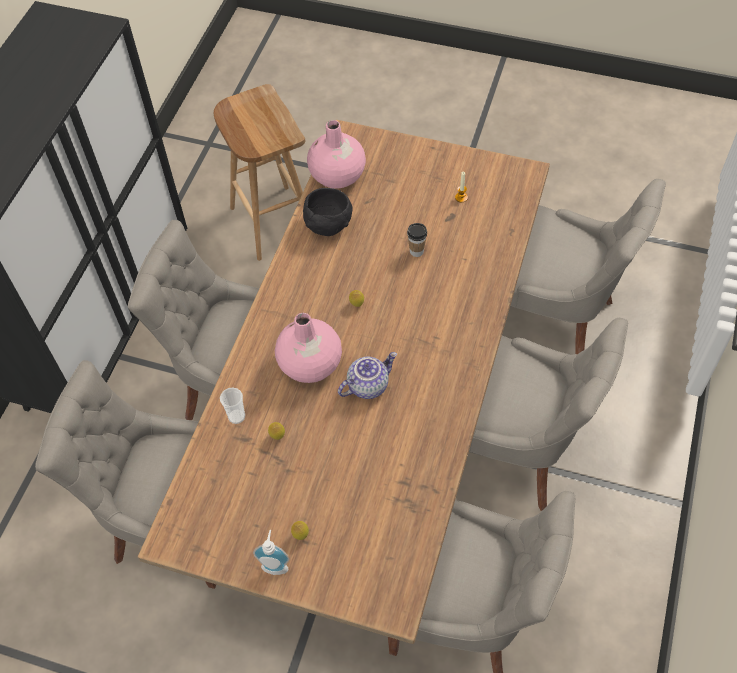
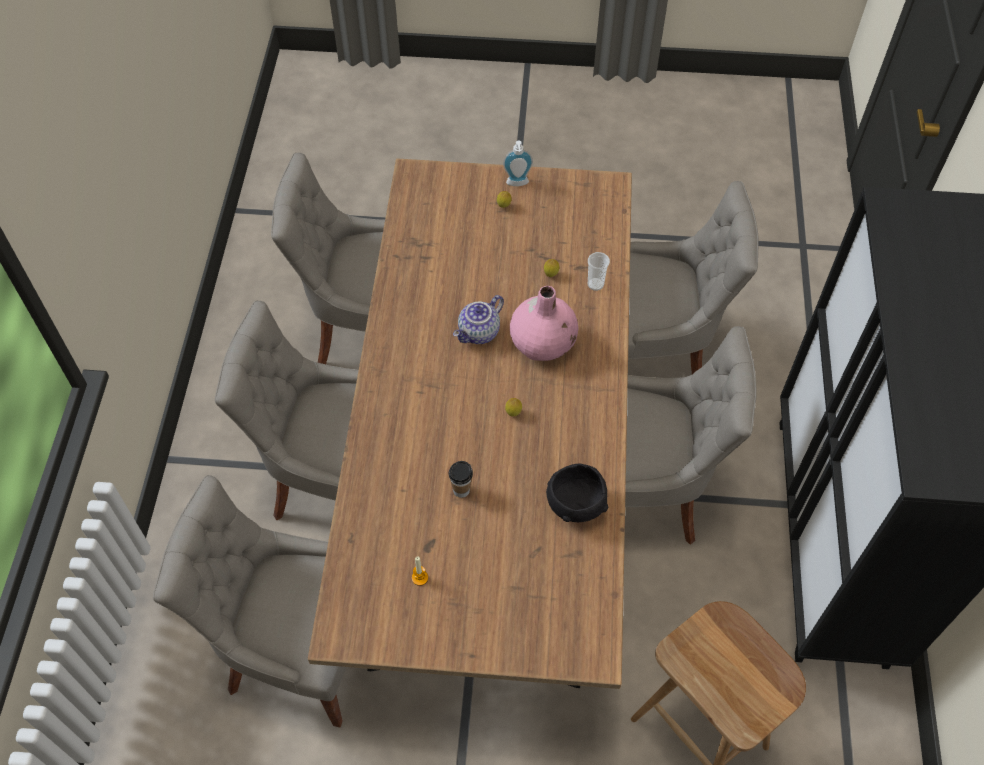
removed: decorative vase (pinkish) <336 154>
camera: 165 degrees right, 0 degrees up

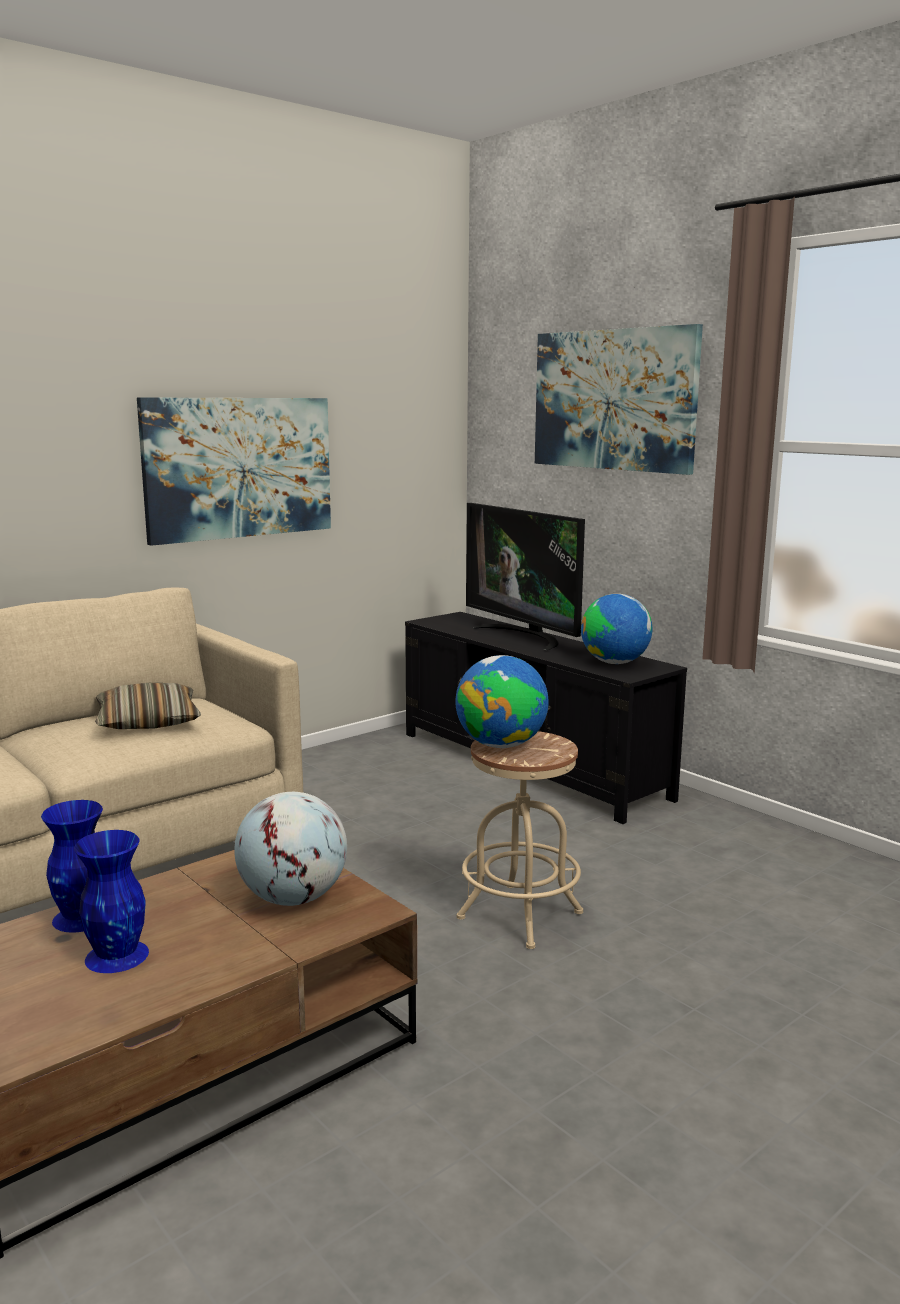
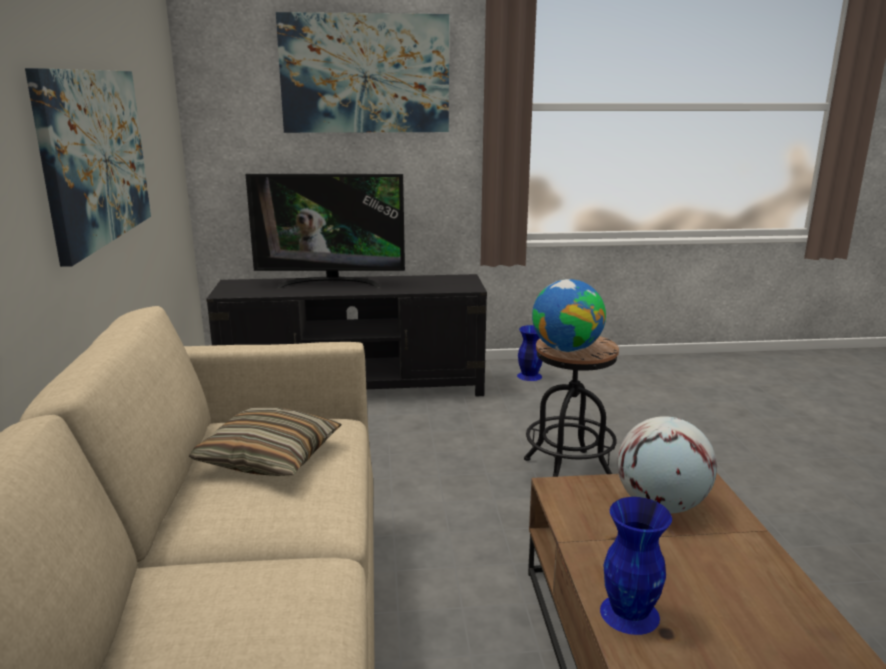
removed: globe <617 629>
moved: decorative vase (bluish) <111 901> to <529 353>
recoloured: stool (beige-coloured) <519 840> to stool (black-coloured) <571 406>
camera: 55 degrees left, 5 degrees up

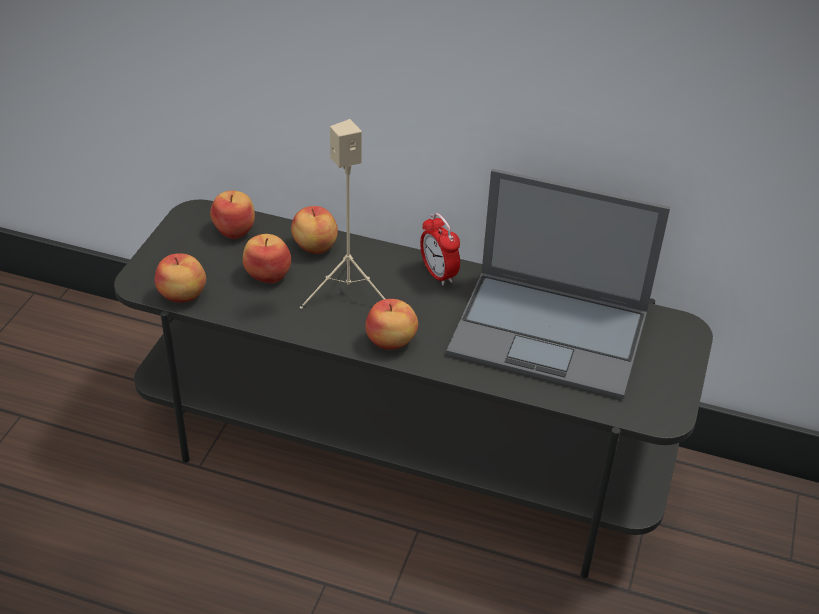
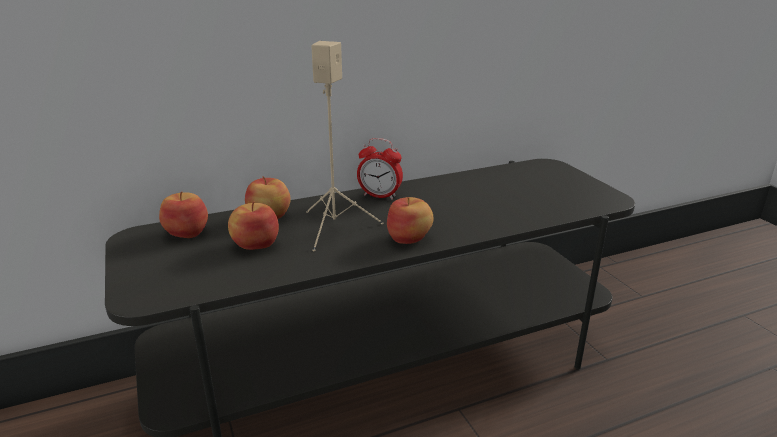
removed: portable computer <558 284>; whole apple <180 277>
camera: 40 degrees left, 15 degrees down

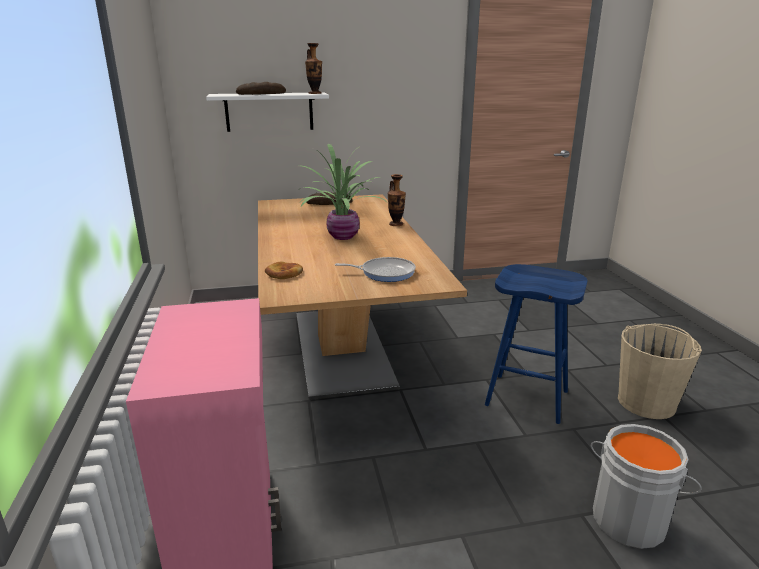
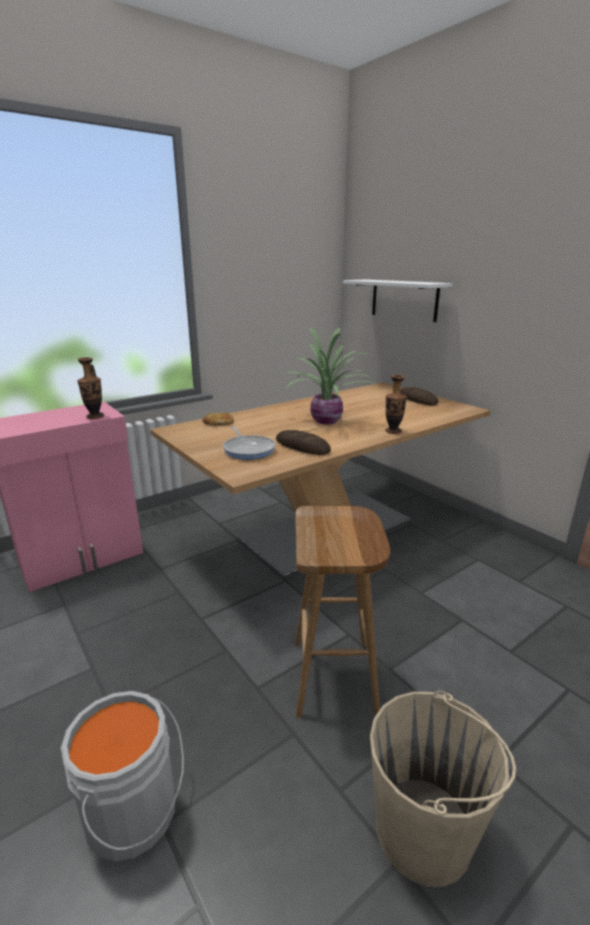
moved: decorative vase <313 68> to <90 388>; baked bread <261 88> to <303 442>
recoloured: stool (bluish) <536 344> to stool (brown) <342 612>
camera: 65 degrees right, 0 degrees up

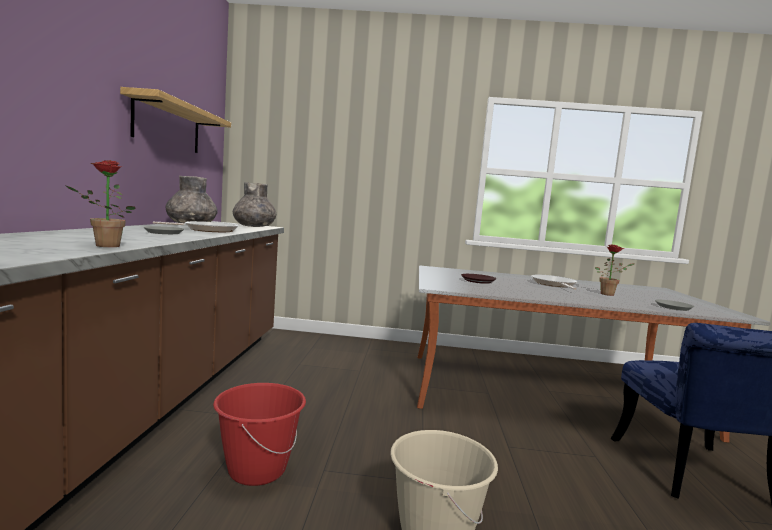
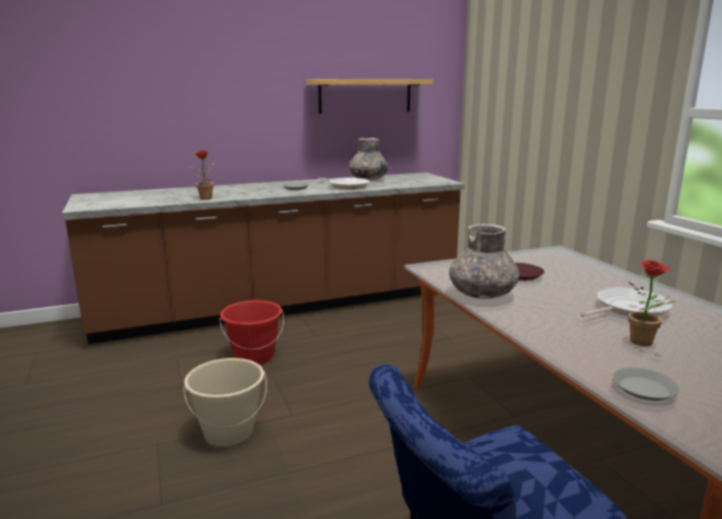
moved: decorative vase (gray) <254 204> to <484 261>
camera: 65 degrees right, 10 degrees up

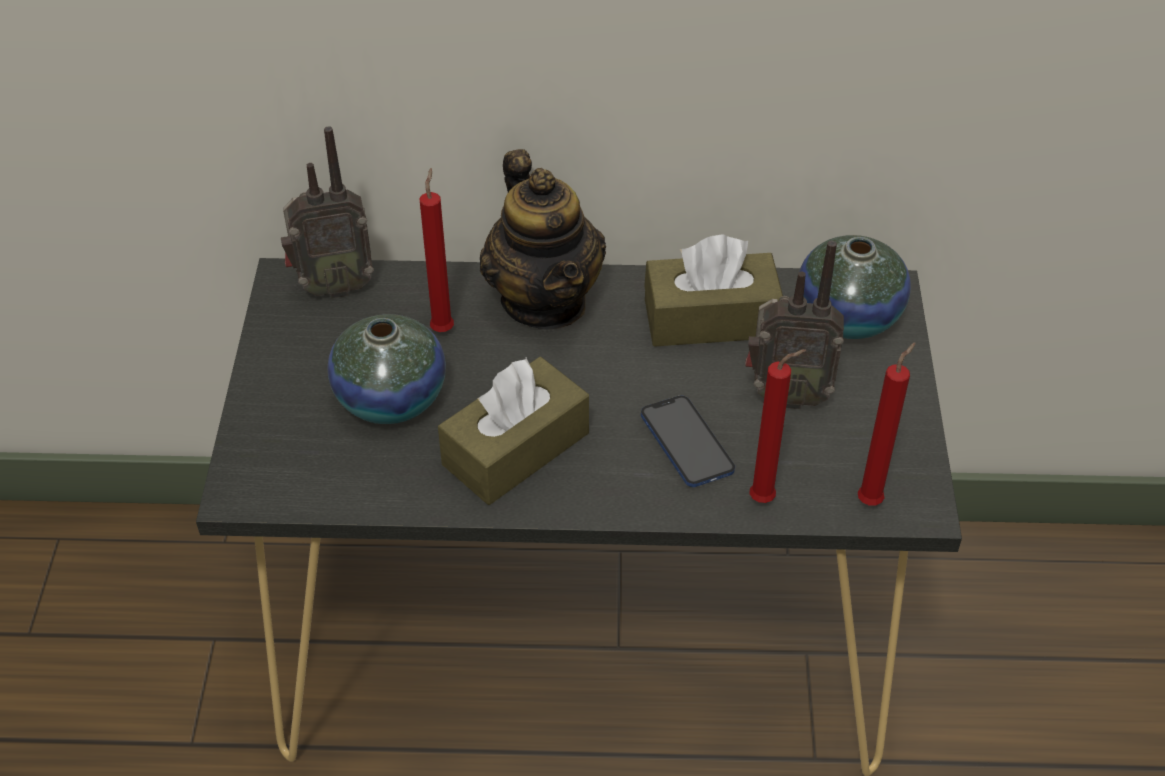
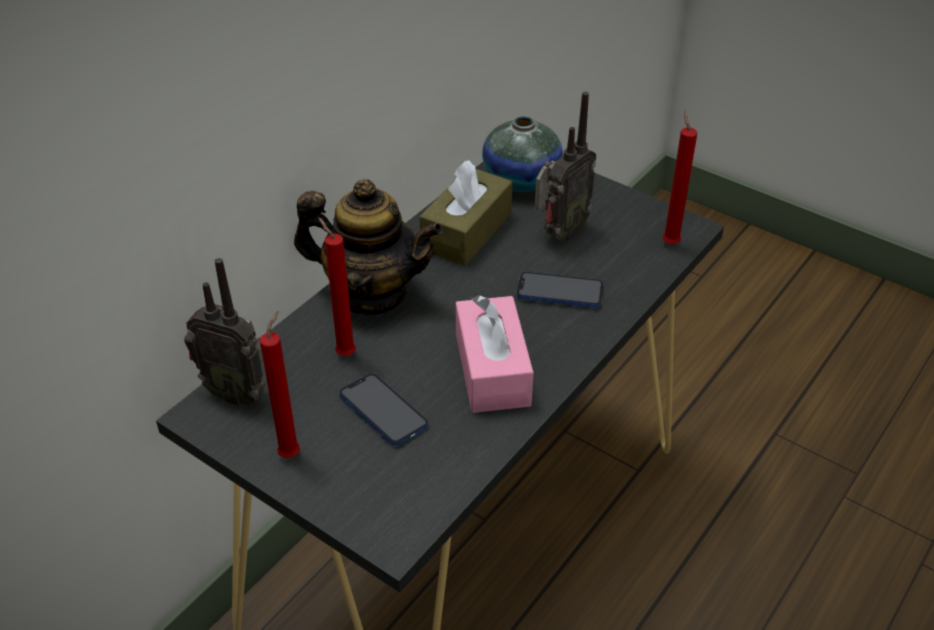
moved: candle (red-coloured) <777 426> to <280 384>
replaced: decorative vase <386 369> to telephone <384 409>
recoloured: box of tissues (brown) <513 431> to box of tissues (pinkish) <494 354>
turned: radio set <327 212> = <225 332> 90 degrees clockwise
camera: 55 degrees left, 5 degrees down

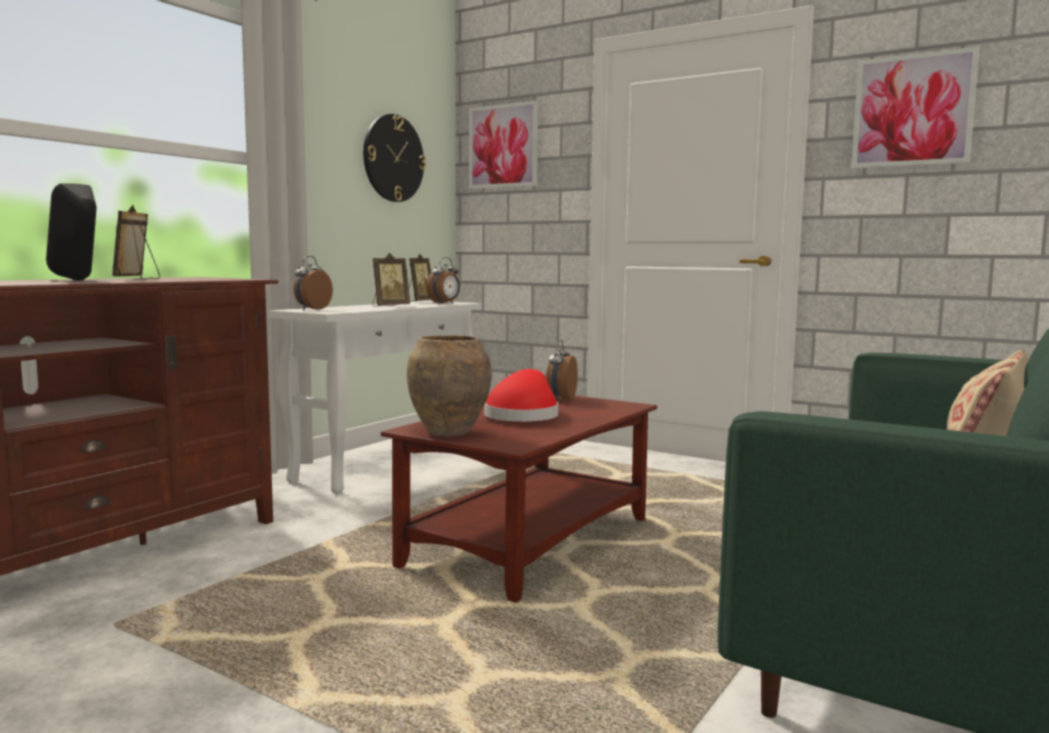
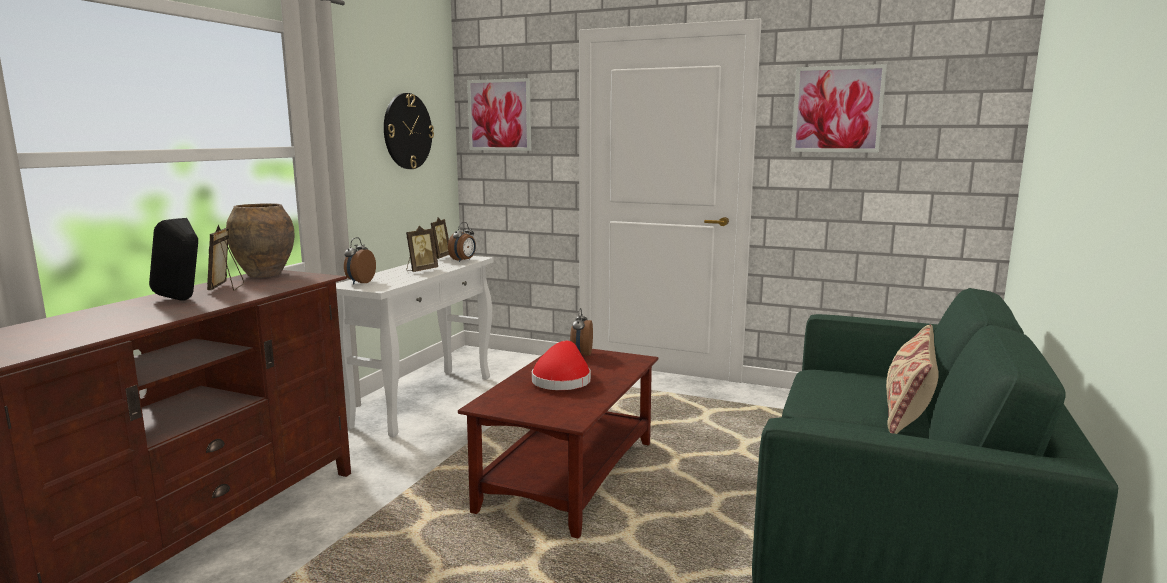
moved: decorative vase (brown) <449 385> to <260 240>
camera: 10 degrees left, 5 degrees up

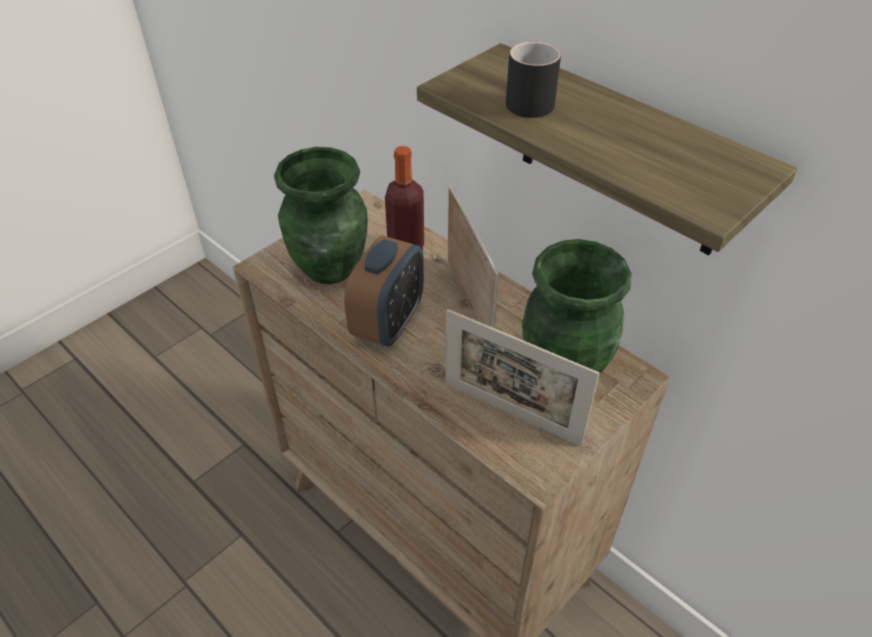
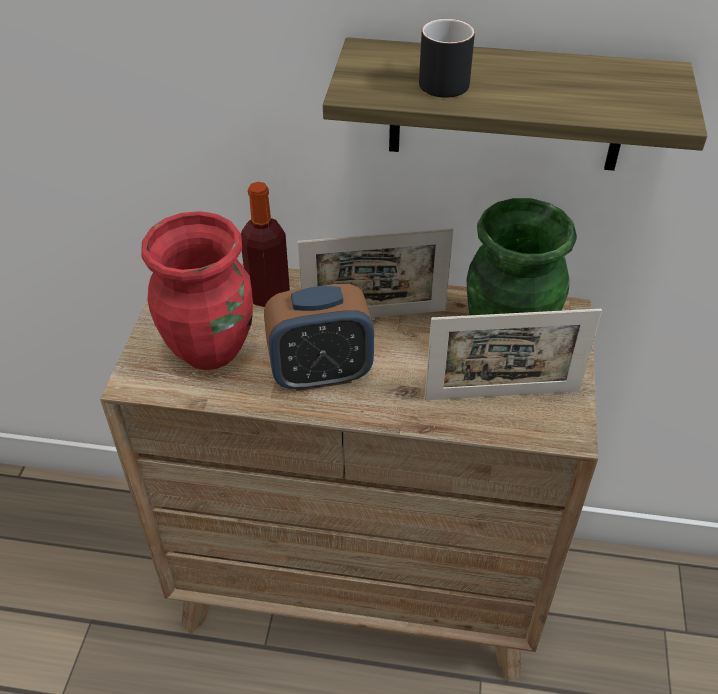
recoloured: decorative vase (green) <321 215> to decorative vase (red-coloured) <197 290>
turned: standing frame <473 257> = <375 272> 135 degrees clockwise; table clock <384 291> = <319 337> 90 degrees clockwise
camera: 35 degrees left, 0 degrees up

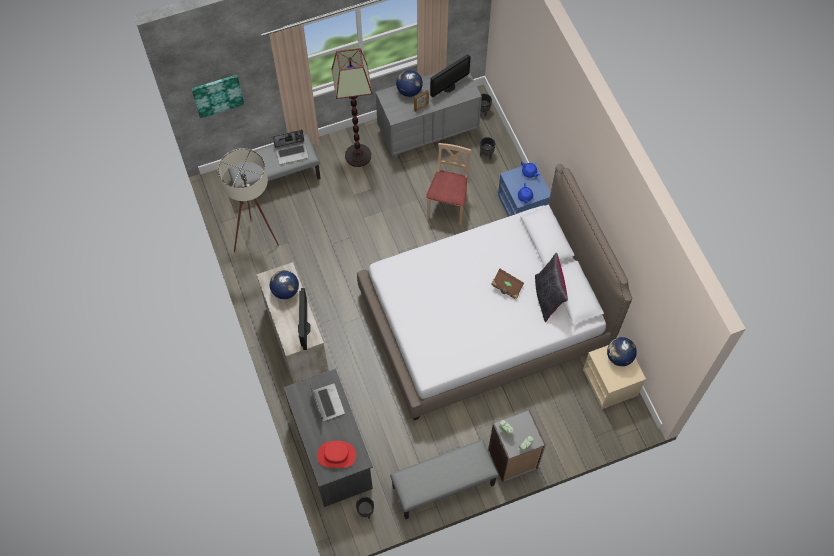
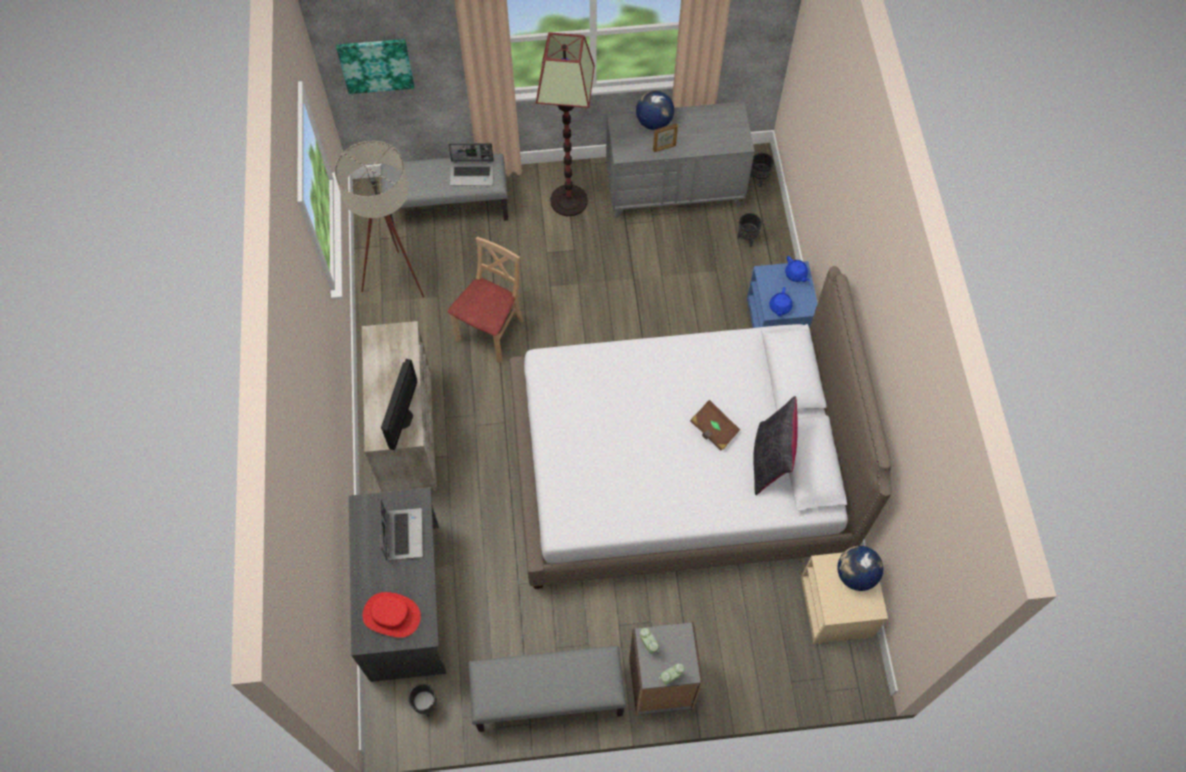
removed: computer screen <450 75>; globe <284 284>
moved: upright chair (beige-coloured) <448 184> to <486 300>
camera: 15 degrees right, 0 degrees up

